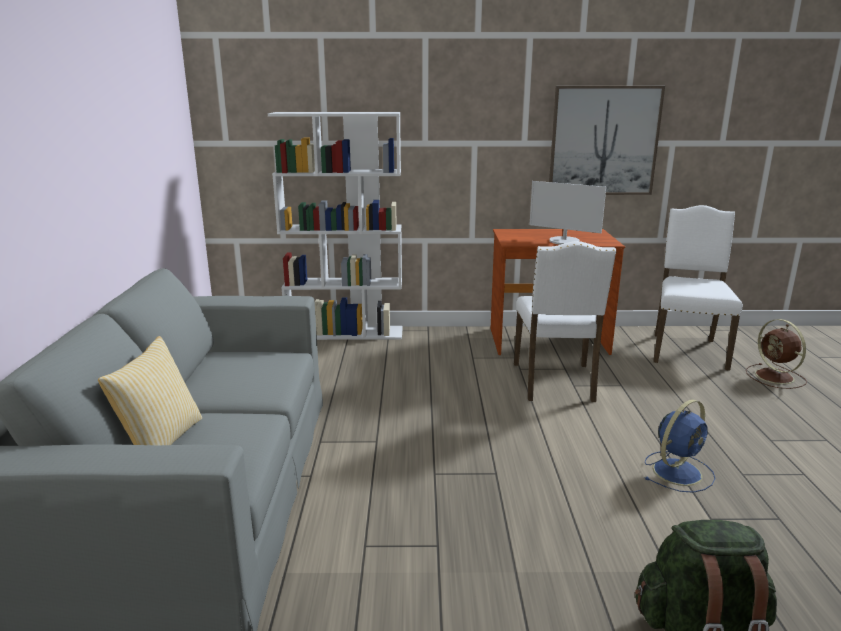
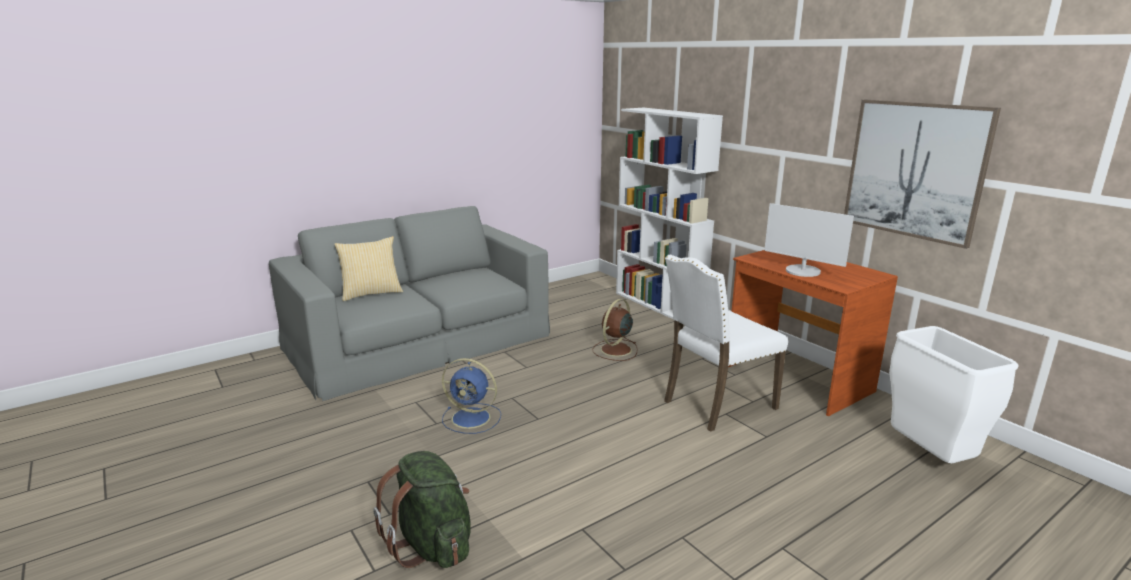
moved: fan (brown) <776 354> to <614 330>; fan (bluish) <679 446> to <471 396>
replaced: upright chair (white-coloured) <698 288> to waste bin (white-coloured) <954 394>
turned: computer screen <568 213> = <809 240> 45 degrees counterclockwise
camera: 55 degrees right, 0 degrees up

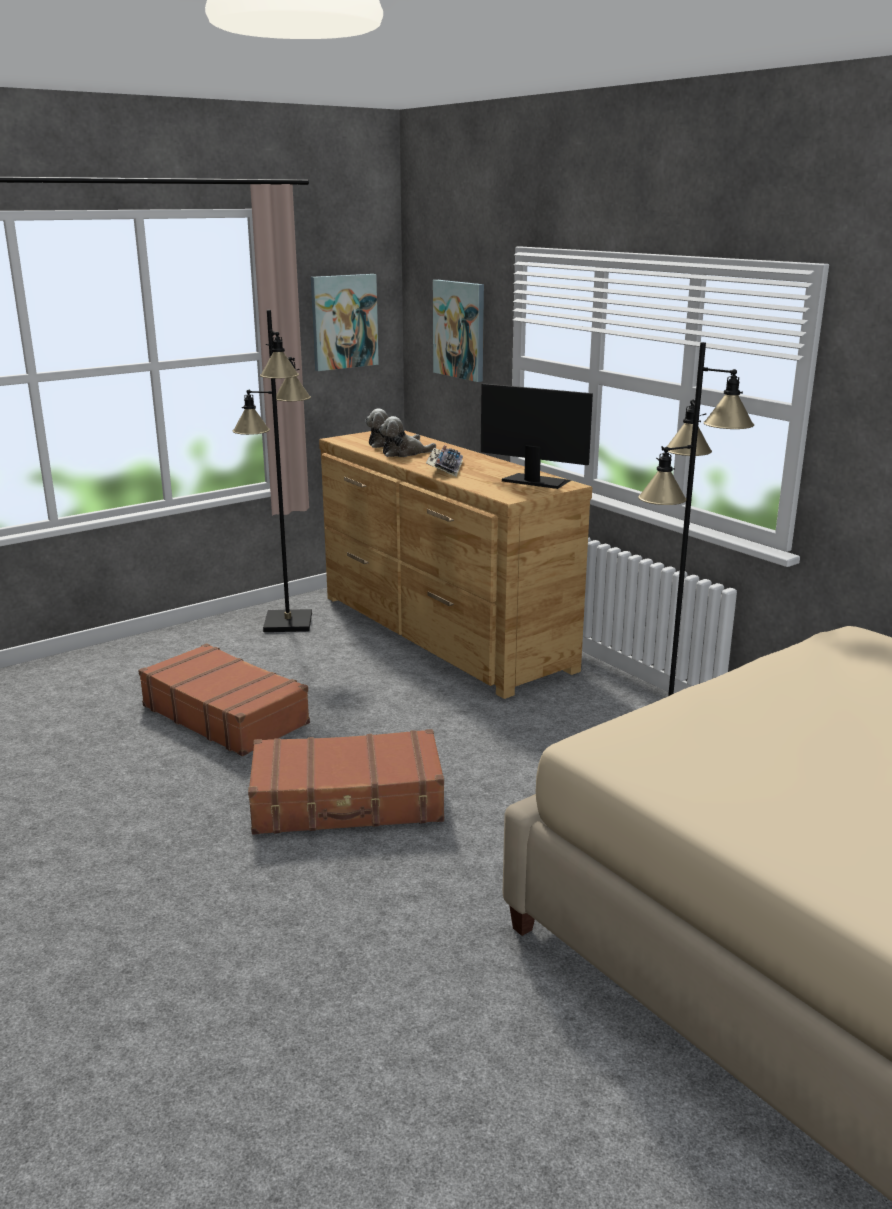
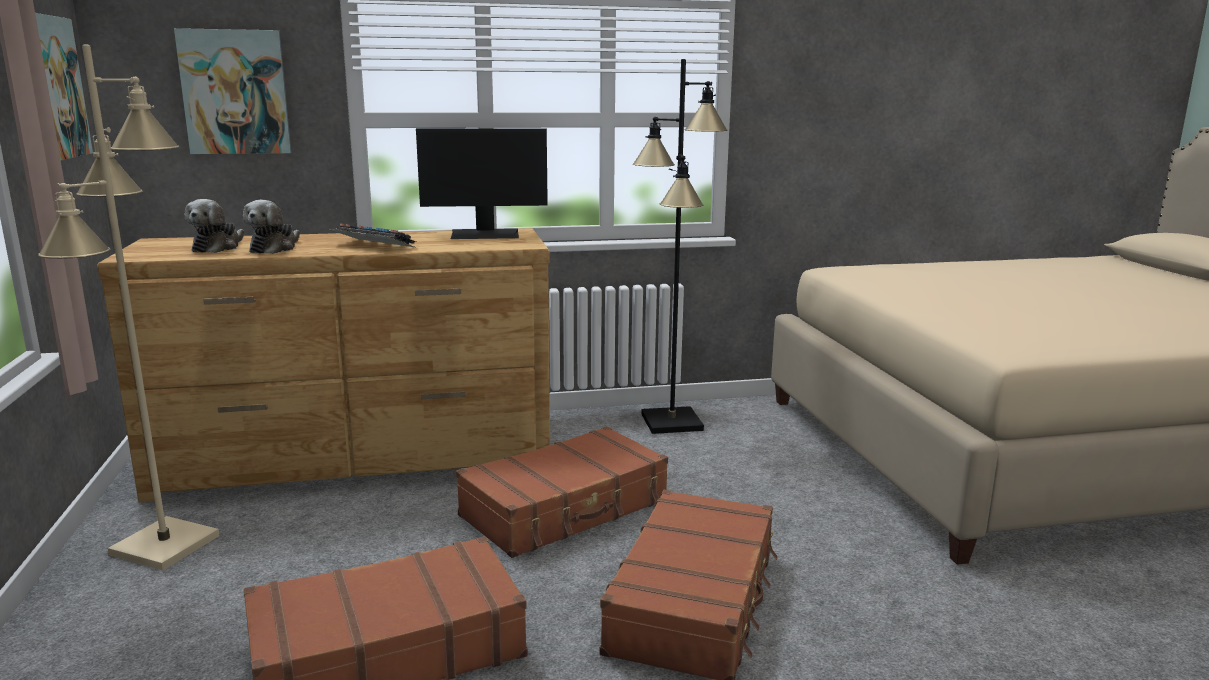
added: travel case (brown) <562 492>
recoloured: standing lamp (black-coloured) <272 471> to standing lamp (beige-coloured) <129 307>
turned: computer screen <537 436> = <482 183> 150 degrees counterclockwise
camera: 65 degrees left, 5 degrees down

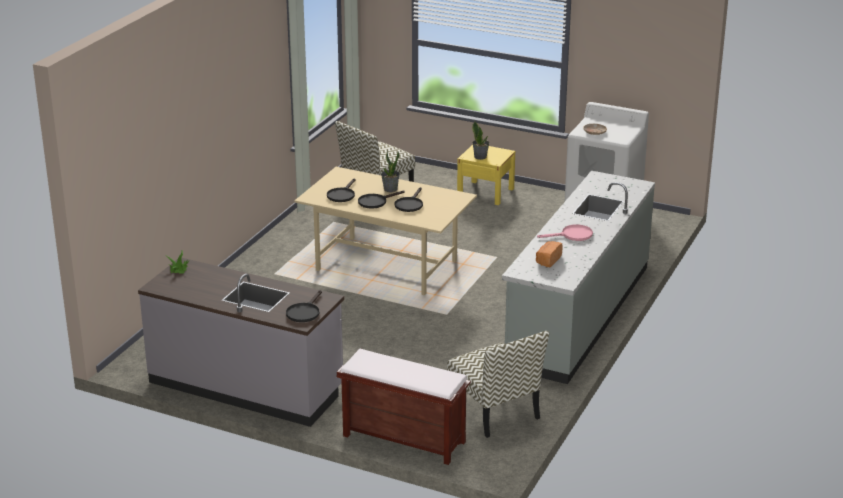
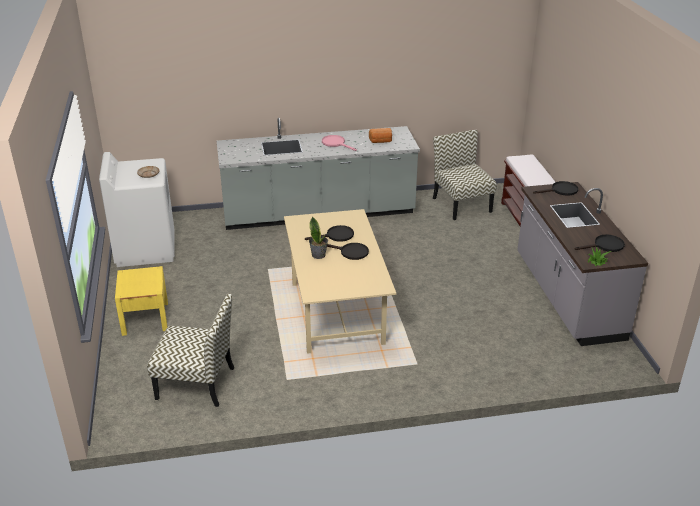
removed: houseplant <481 140>
moved: skillet (black-coloured) <341 190> to <599 243>
turned: upright chair <498 384> = <465 175> 45 degrees counterclockwise
camera: 125 degrees left, 5 degrees up

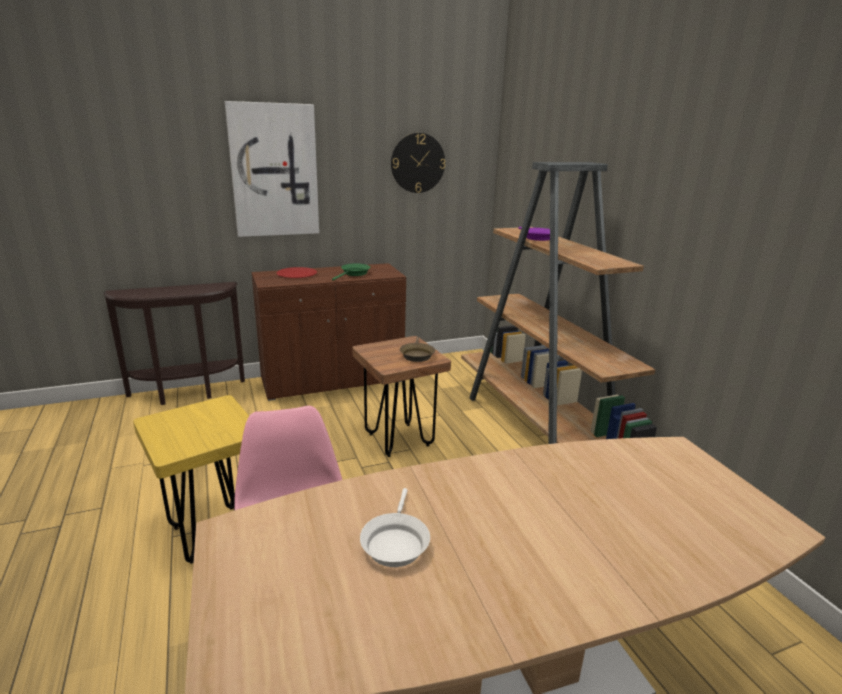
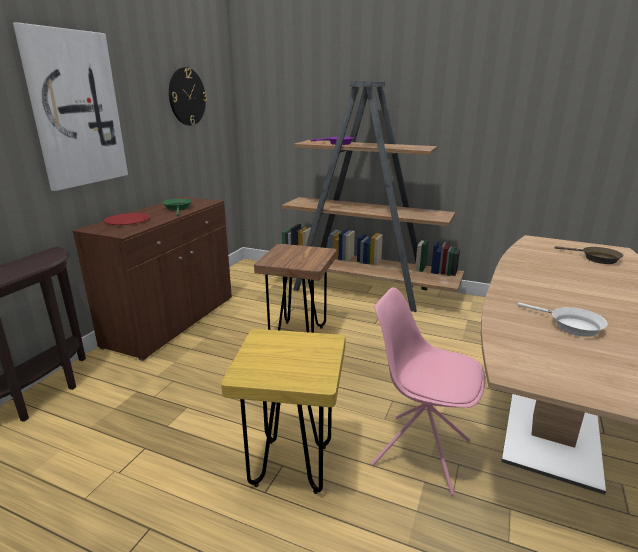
moved: skillet (brown) <417 349> to <589 255>
camera: 45 degrees left, 0 degrees up

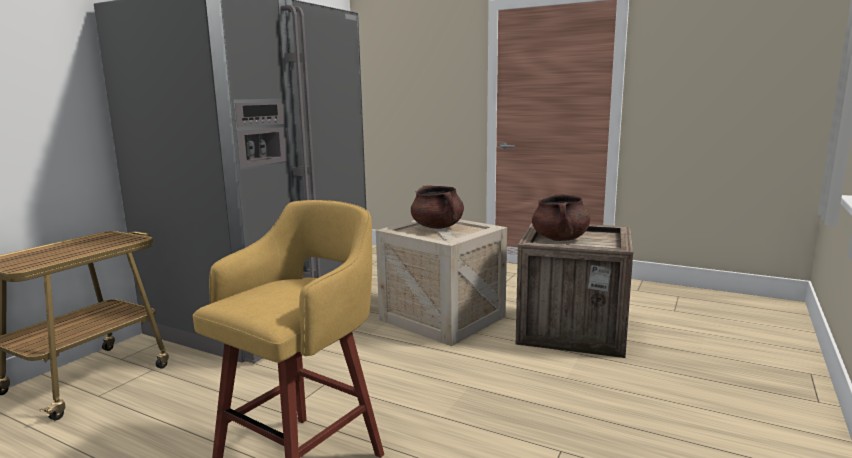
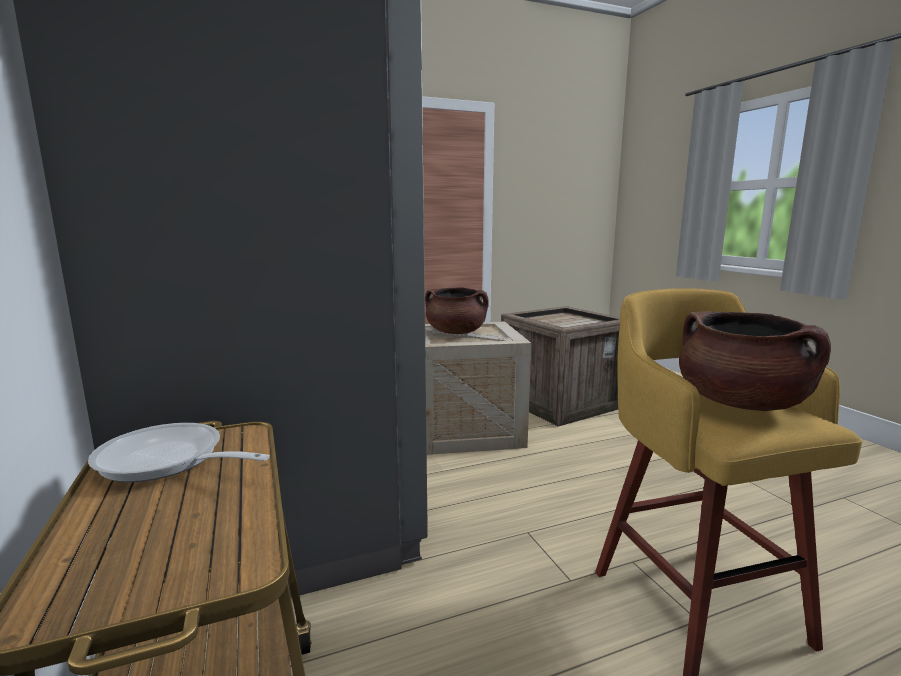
added: skillet <179 452>
moved: stockpot (brown) <561 217> to <755 361>
camera: 50 degrees left, 0 degrees up

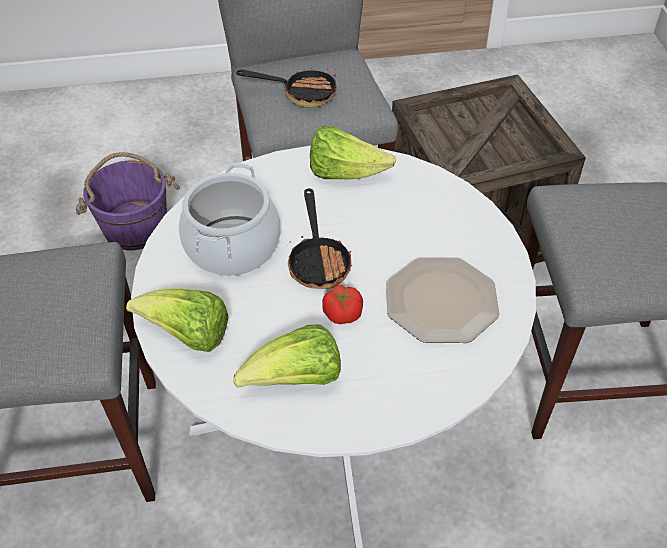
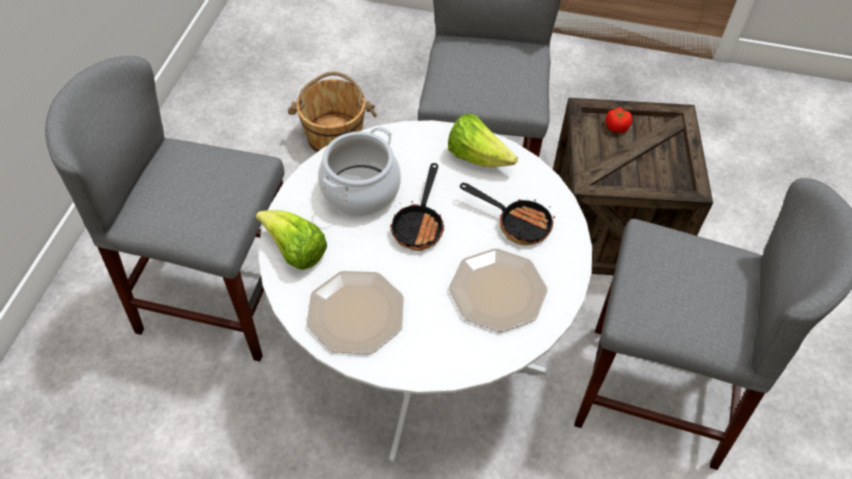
moved: skillet <286 88> to <508 214>; whole tomato <342 304> to <618 120>
replaced: lettuce <287 356> to flat dish <355 312>
recoloured: bucket (purplish) <128 201> to bucket (brown) <332 112>
camera: 20 degrees right, 5 degrees up

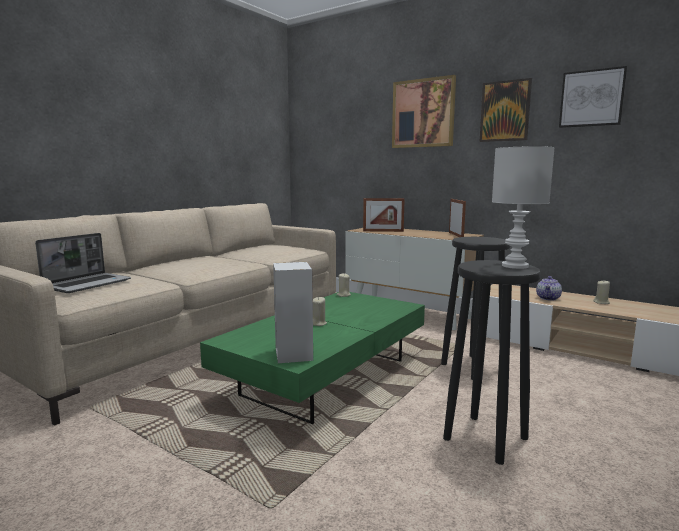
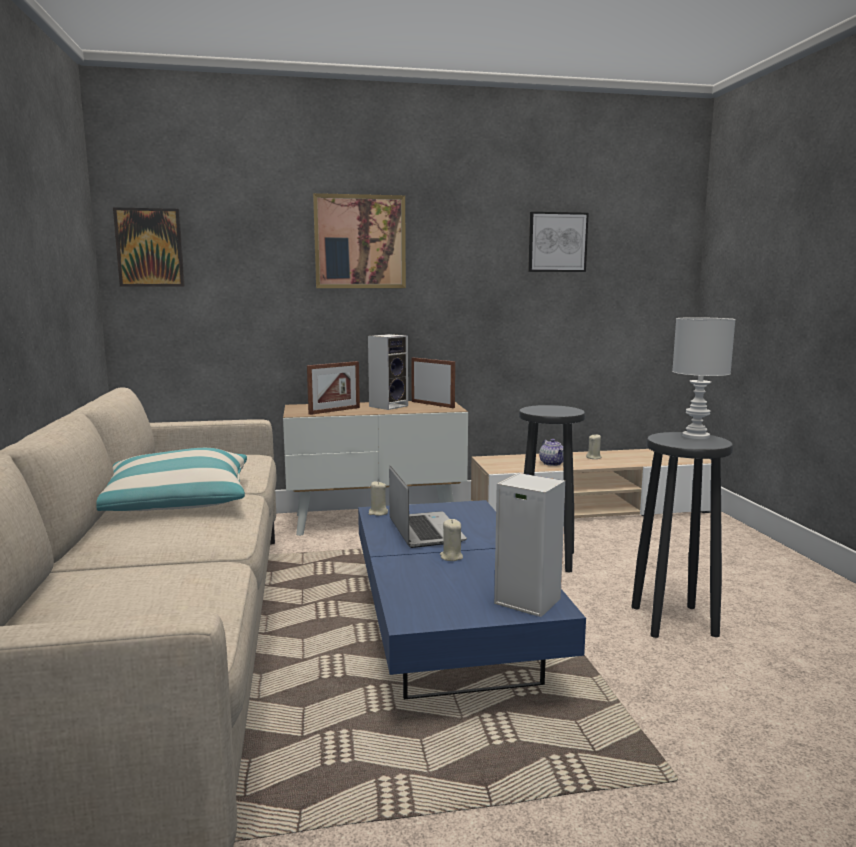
added: audio speaker <388 372>; cushion <171 479>
moved: picture <506 110> to <149 246>; portable computer <83 263> to <428 506>
recoloured: low table (green) <312 358> to low table (bluish) <472 599>
camera: 45 degrees left, 0 degrees up

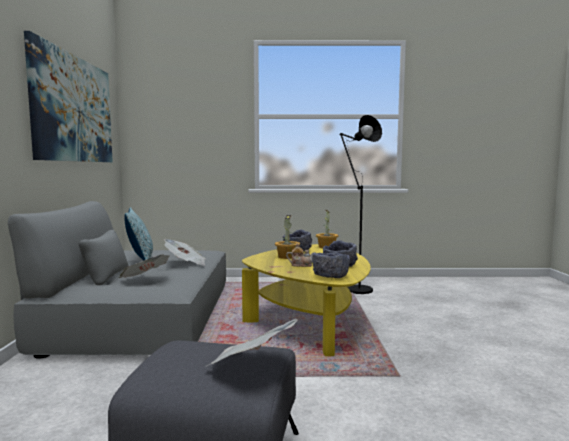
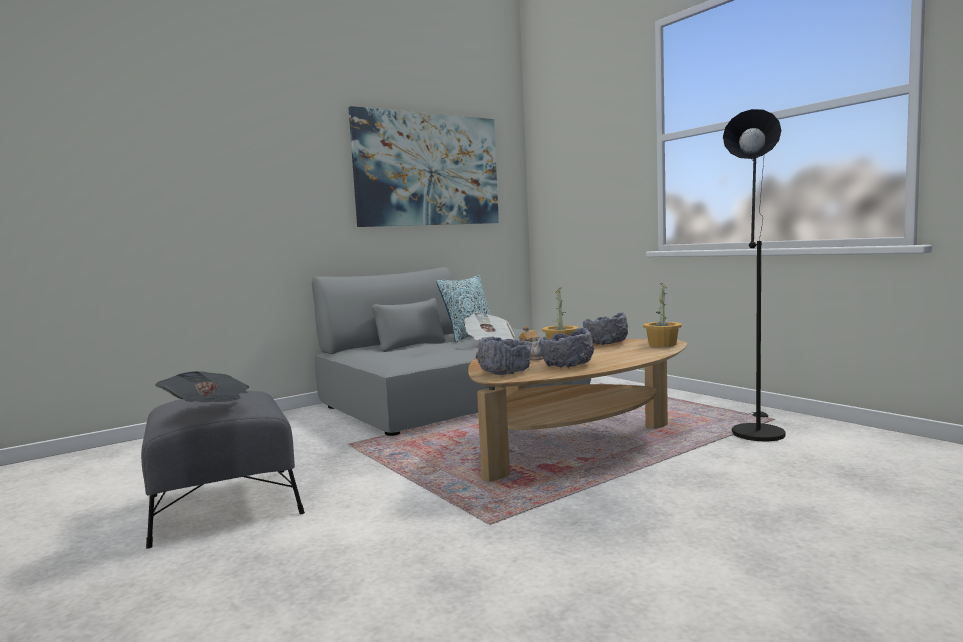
removed: newspaper <144 266>
recoloured: low table (yellow-coloured) <306 300> to low table (brown) <577 410>
camera: 55 degrees right, 0 degrees up

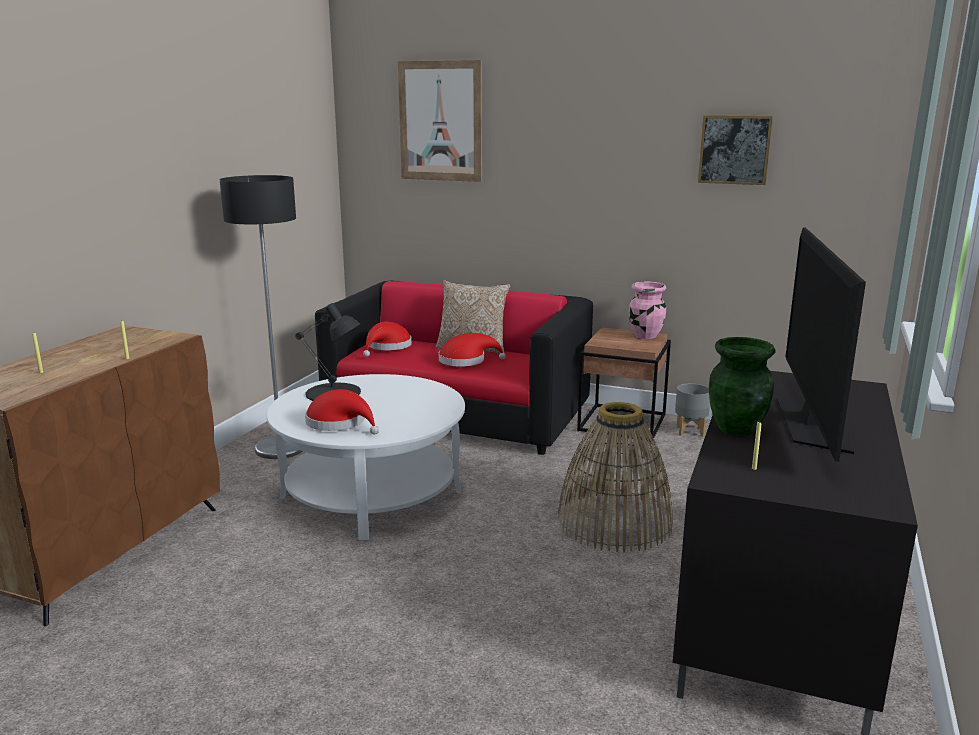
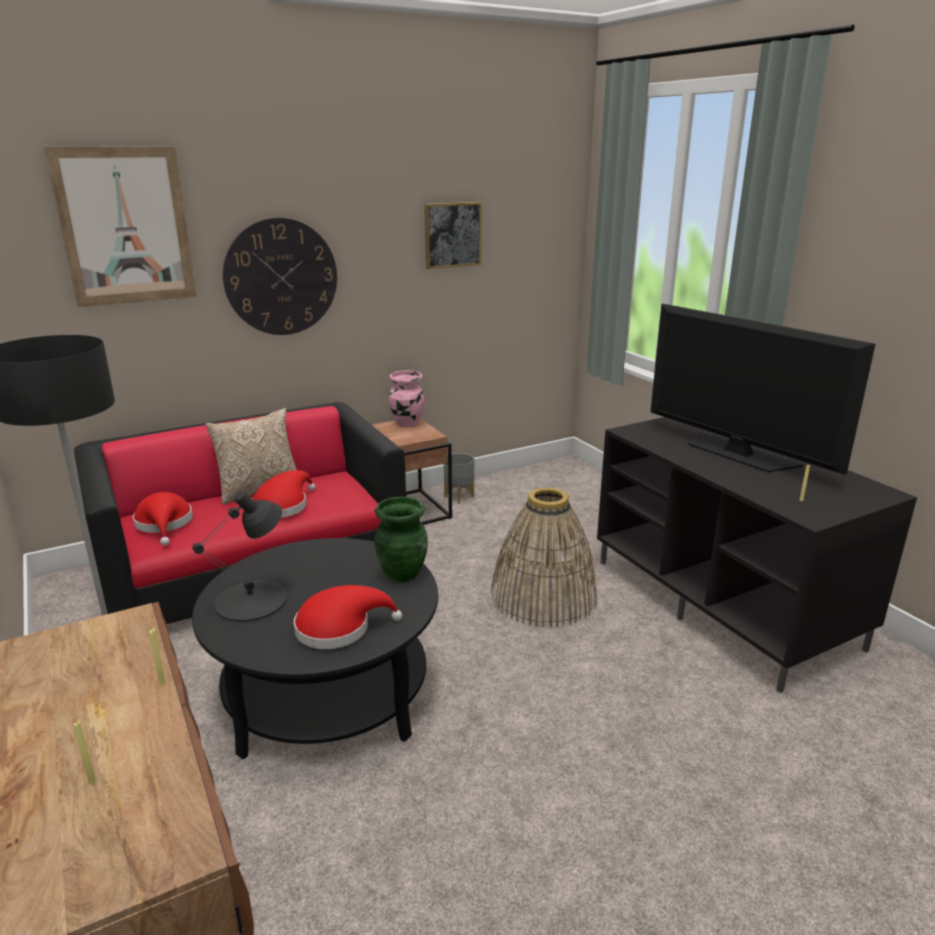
added: clock on the wall <280 276>
moved: decorative vase (green) <742 386> to <401 539>
recoloured: low table (white-coloured) <366 457> to low table (black-coloured) <315 648>
camera: 50 degrees left, 5 degrees up

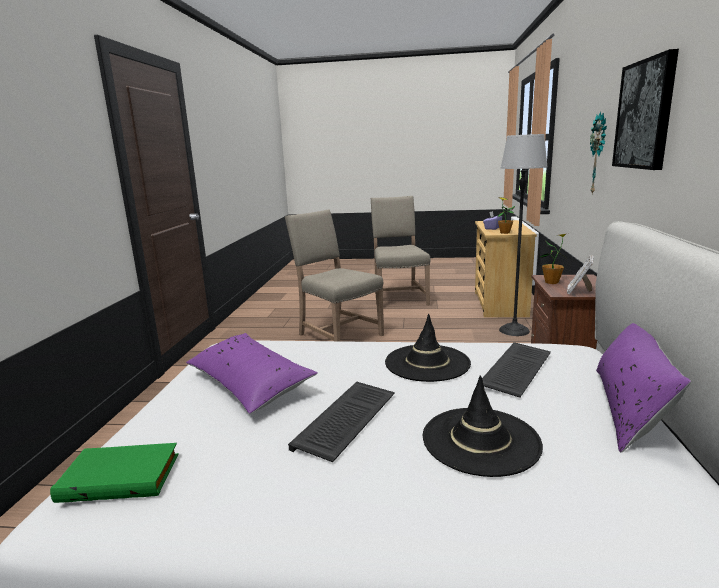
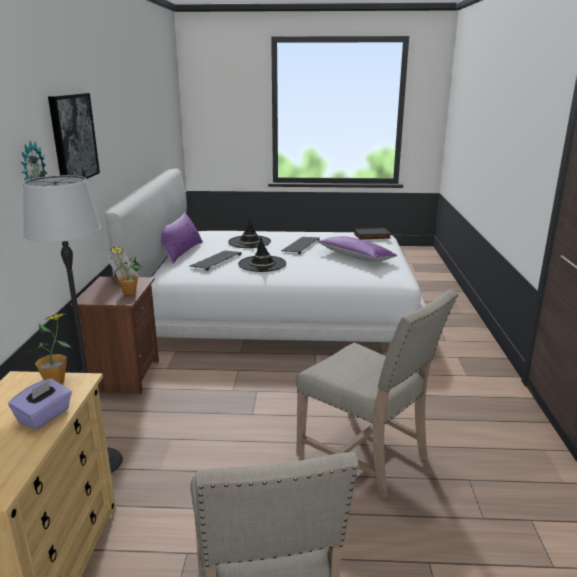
recoloured: volume (green) <114 473> to volume (black-coloured) <372 234>
camera: 175 degrees right, 5 degrees up

